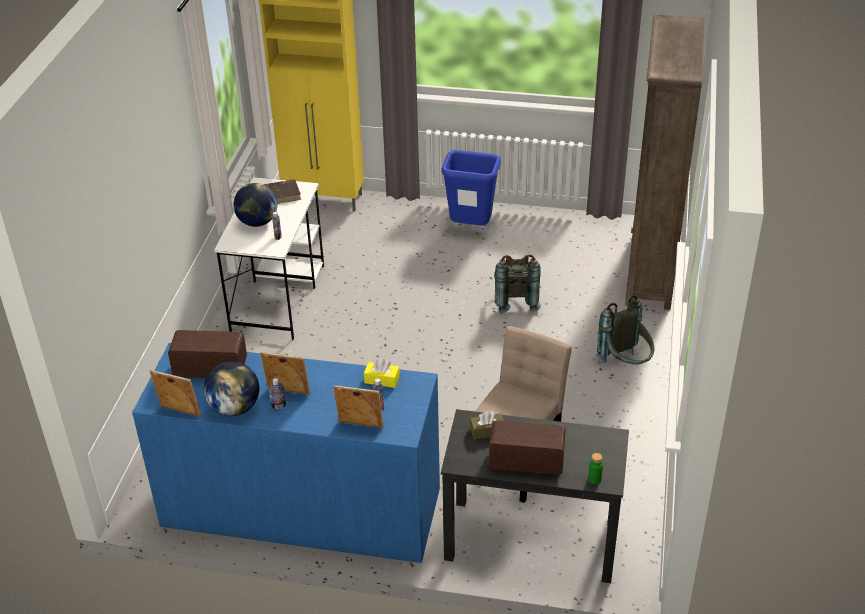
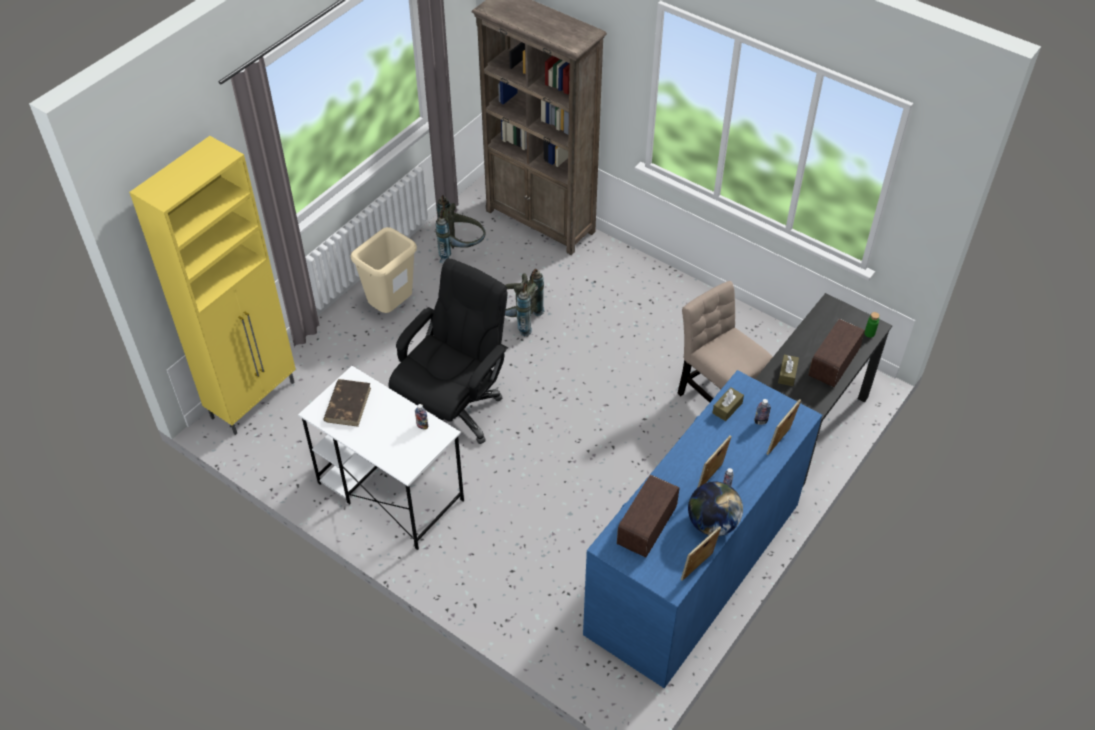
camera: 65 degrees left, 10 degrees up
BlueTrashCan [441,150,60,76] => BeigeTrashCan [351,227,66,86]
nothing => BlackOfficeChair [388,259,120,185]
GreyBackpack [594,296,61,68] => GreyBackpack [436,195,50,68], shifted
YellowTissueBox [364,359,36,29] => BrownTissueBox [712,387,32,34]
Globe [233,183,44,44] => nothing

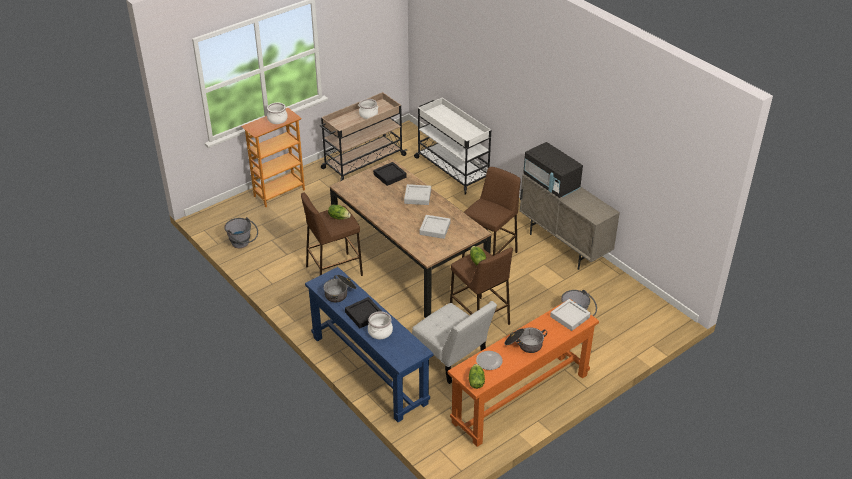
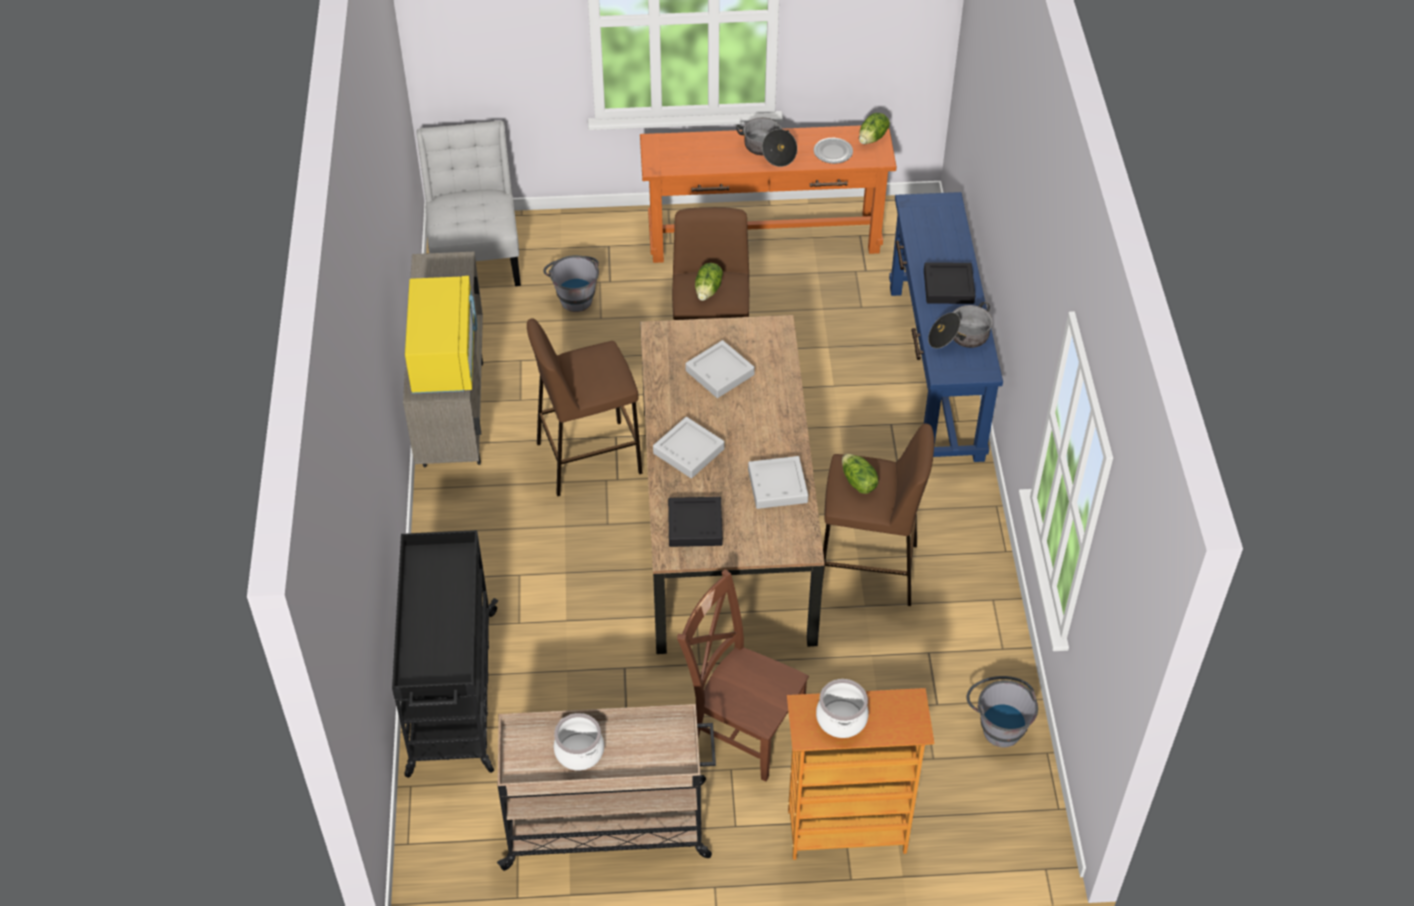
camera: 145 degrees left, 10 degrees up
WhiteCart [414,98,77,97] => BlackCart [392,530,106,248]
BlackMicrowave [523,142,60,56] => YellowMicrowave [405,276,72,118]
WhiteChair [412,301,85,83] => WhiteChair [417,121,104,165], shifted
nothing => BrownChair [677,569,132,212]
GreyTray [550,299,41,32] => GreyTray [748,456,60,53], shifted
CookingPot [368,311,25,28] => nothing

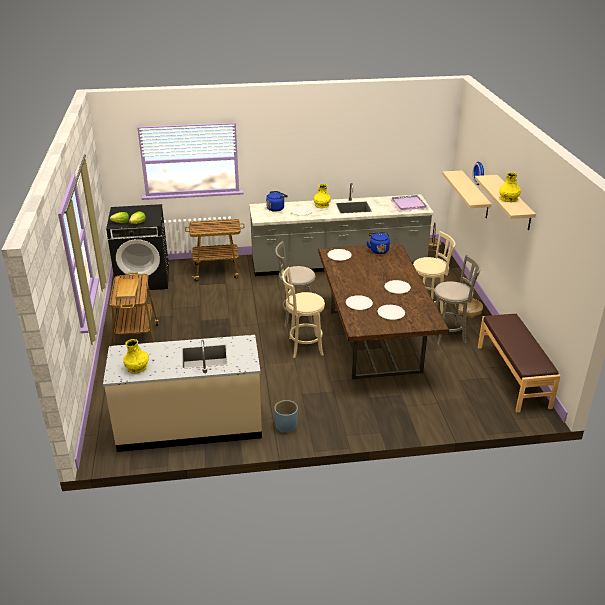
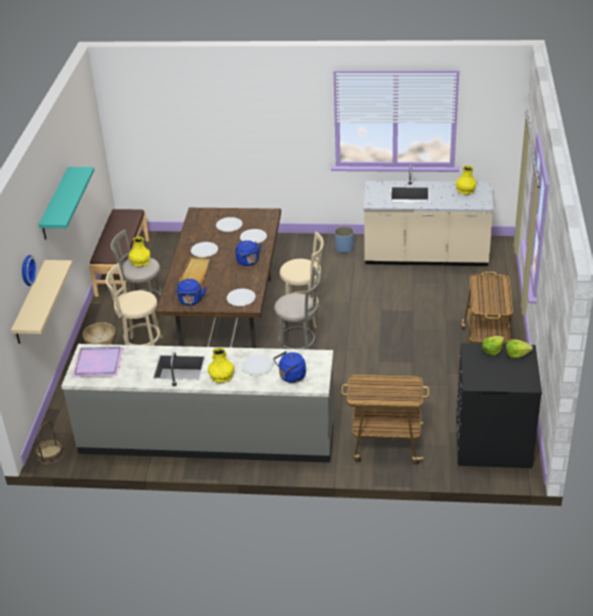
camera: 165 degrees left, 5 degrees up
BeigeShelf [475,175,61,55] => TurquoiseShelf [38,167,56,73]
YellowVase [499,172,22,30] => YellowVase [129,236,21,31], shifted
BeigeTray [115,277,25,22] => BeigeTray [179,257,31,27], shifted
nothing => BlueKettle [235,240,26,26]

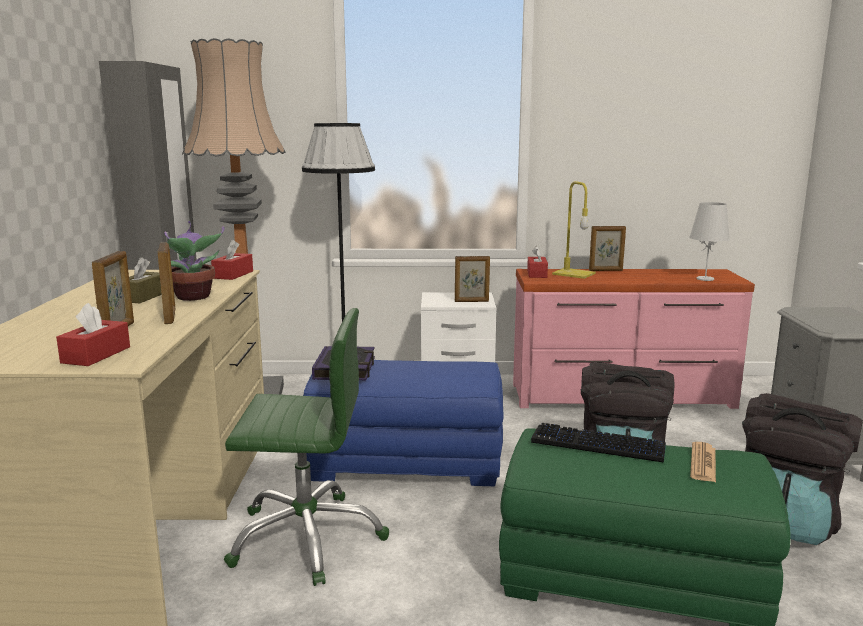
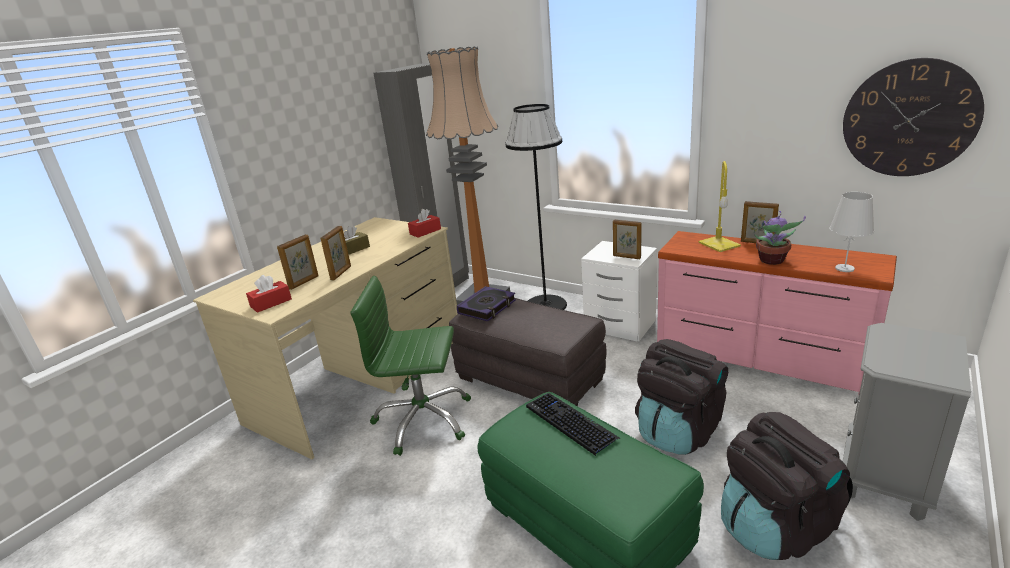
camera: 35 degrees right, 10 degrees up
GreenOfficeChair [224,308,165,278] => GreenOfficeChair [350,276,121,180], 150 degrees clockwise
BlueOttoman [303,360,201,126] => GreyOttoman [449,298,158,108]
PottedPlant [164,221,60,80] => PottedPlant [754,211,52,54], shifted
nothing => WallClock [843,58,141,118]
RedTissueBox [527,246,21,32] => nothing
Newspaper [690,442,26,40] => nothing

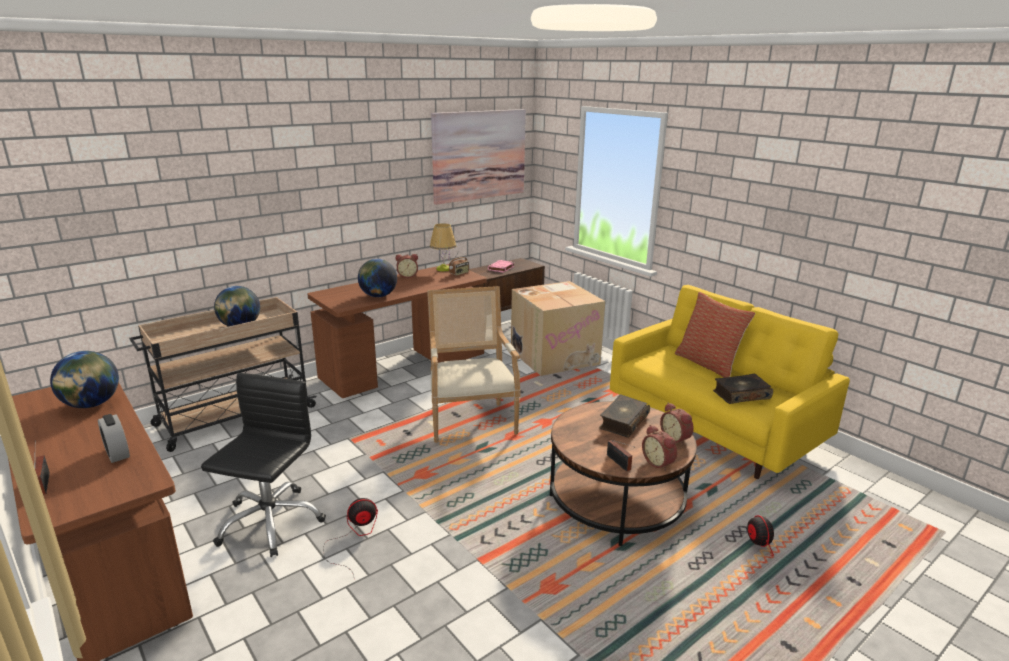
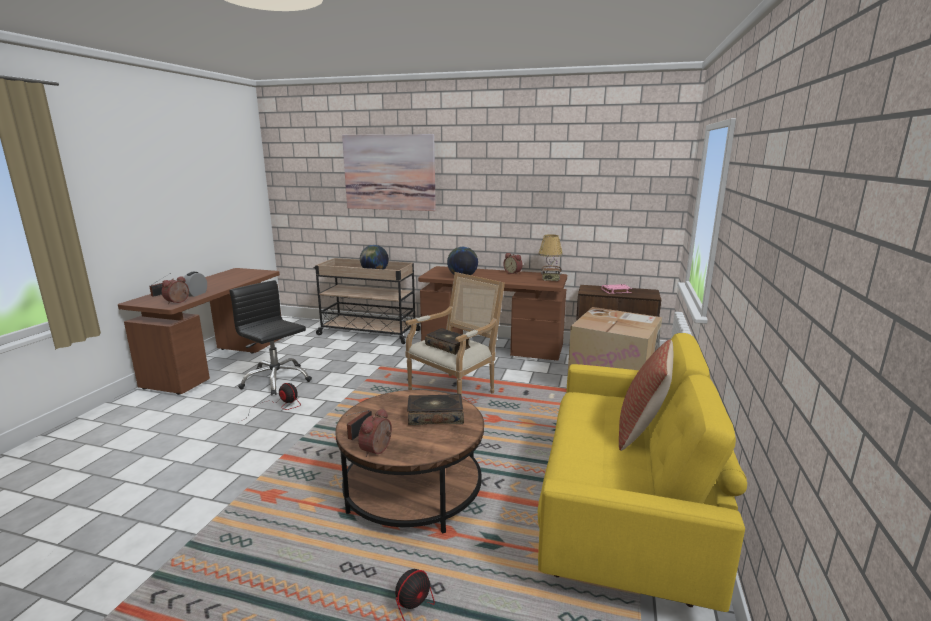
camera: 55 degrees right, 5 degrees down
AlarmClock [660,403,34,43] => AlarmClock [162,276,27,28], shifted
BlackOfficeChair [201,373,125,184] => BlackOfficeChair [229,280,83,115], 120 degrees counterclockwise
Picture [431,109,95,96] => Picture [342,134,94,77], shifted
Book [713,374,60,30] => Book [425,328,45,27], shifted
Globe [50,351,69,57] => nothing

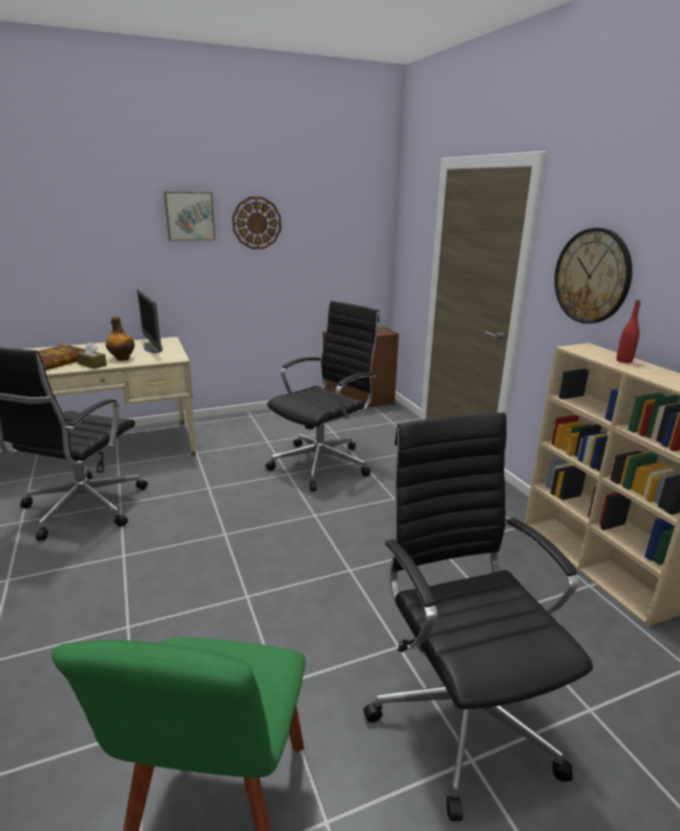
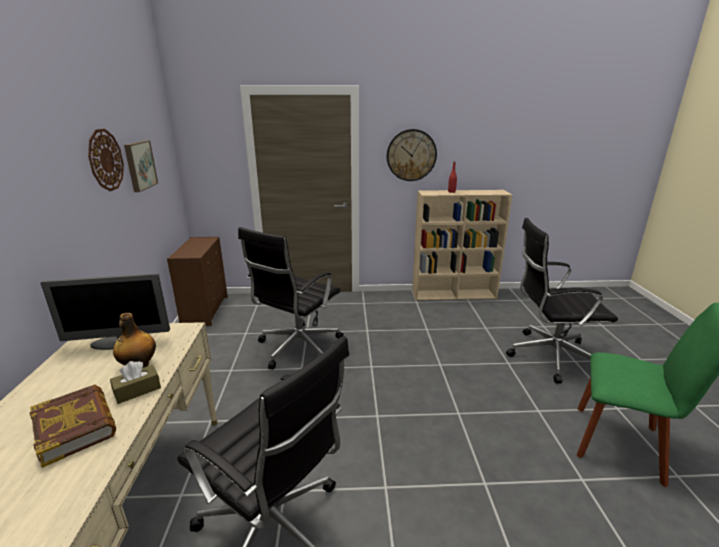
camera: 70 degrees left, 0 degrees up
Picture [164,192,51,49] => Picture [124,141,34,51], shifted
BlackOfficeChair [266,301,113,190] => BlackOfficeChair [238,227,106,142], 120 degrees counterclockwise

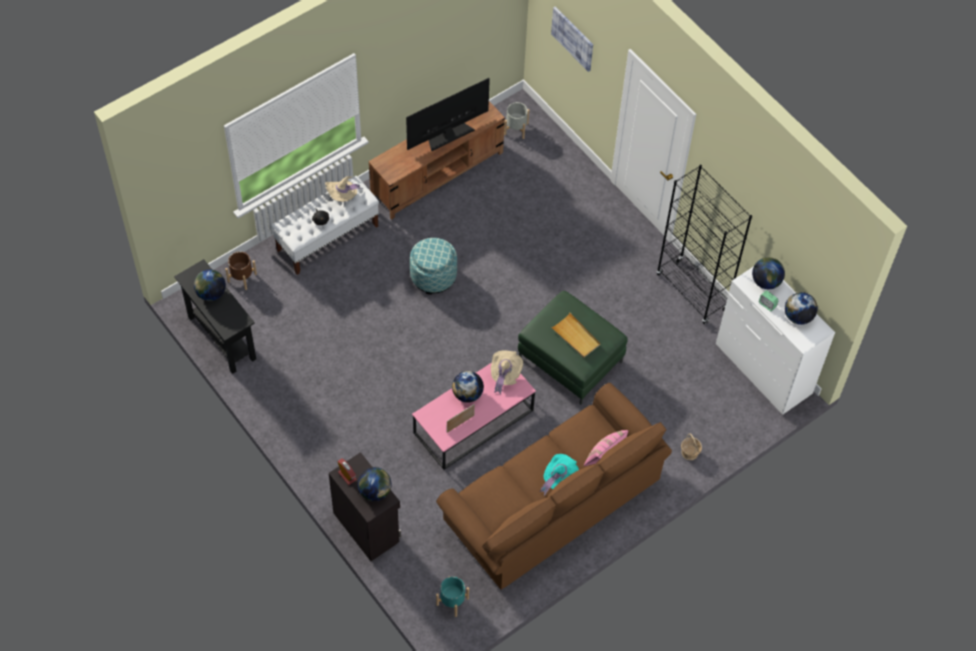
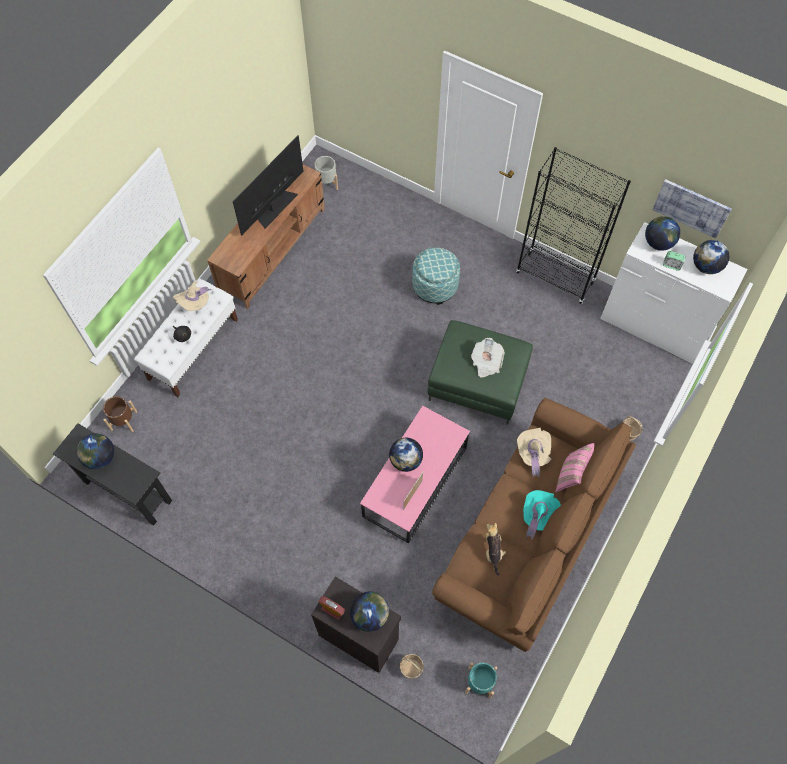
camera: 20 degrees left, 5 degrees up
nothing => Basket [400,654,24,25]
Ottoman [410,238,47,57] => Ottoman [412,248,48,57], shifted
BeigeTray [551,313,49,45] => Newspaper [471,338,34,40]
nothing => PlushToy [485,523,21,53]
BeigeHat [491,350,32,45] => BeigeHat [517,428,34,49], shifted
Picture [551,7,42,65] => Picture [652,179,80,60], shifted

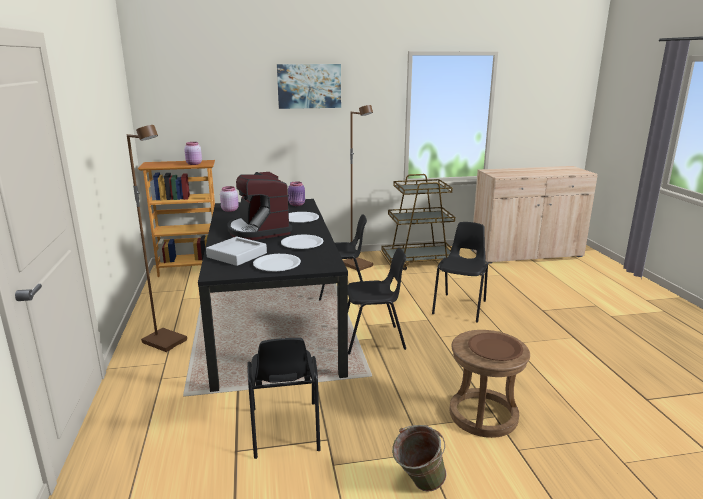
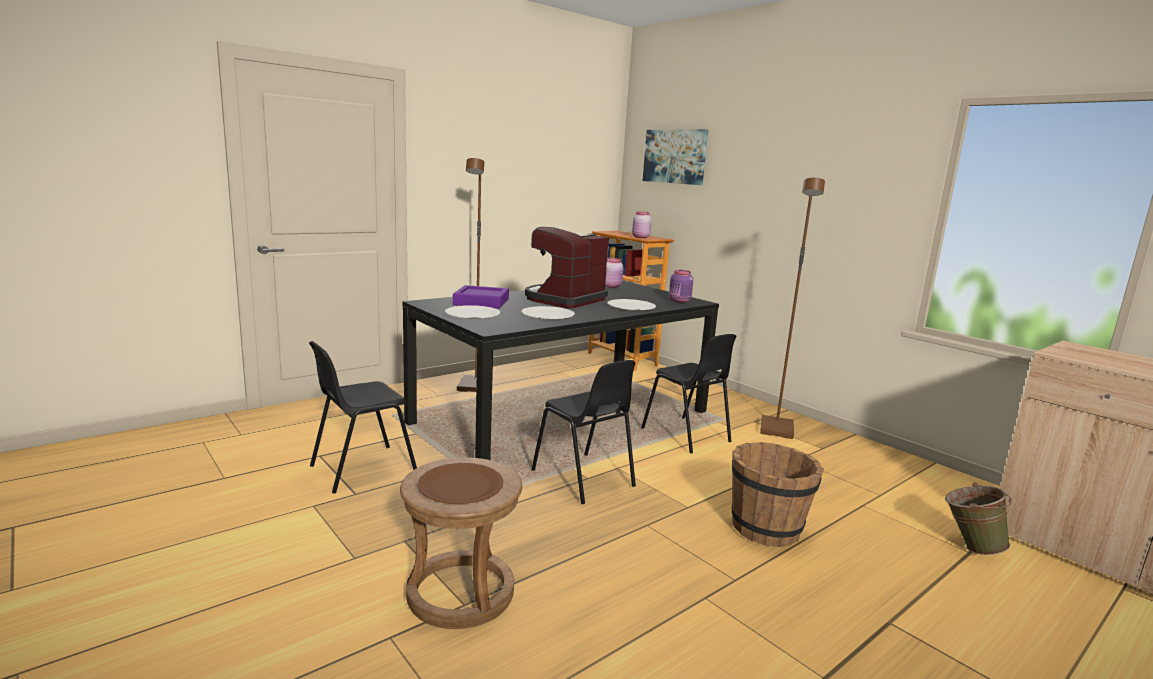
camera: 60 degrees right, 5 degrees down
GreyTray [206,236,61,30] => PurpleTray [453,285,56,23]
Picture [277,64,64,45] => Picture [643,129,65,56], shifted
BlackChair [432,222,56,101] => BrownBucket [732,442,92,105]
GreenBucket [392,425,54,67] => GreenBucket [945,482,67,73], shifted
BrownCart [381,174,74,96] => nothing

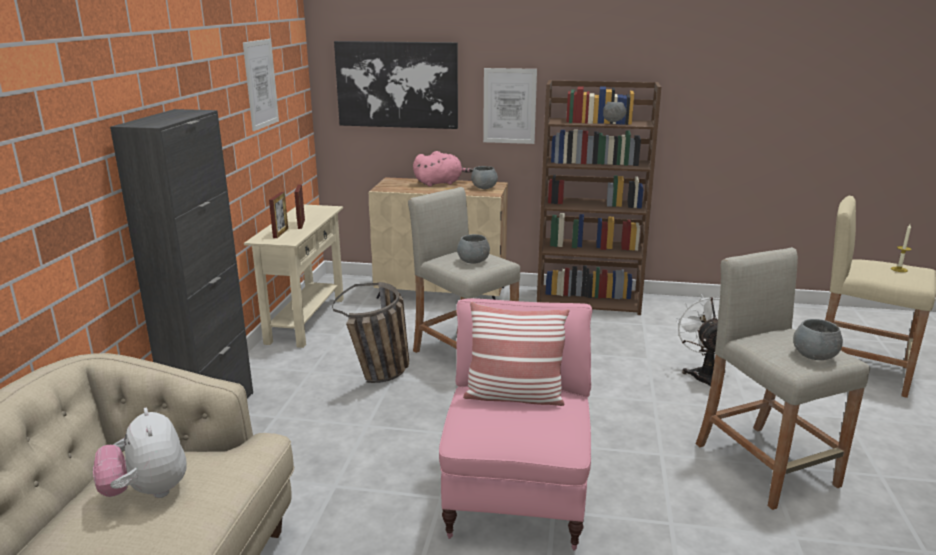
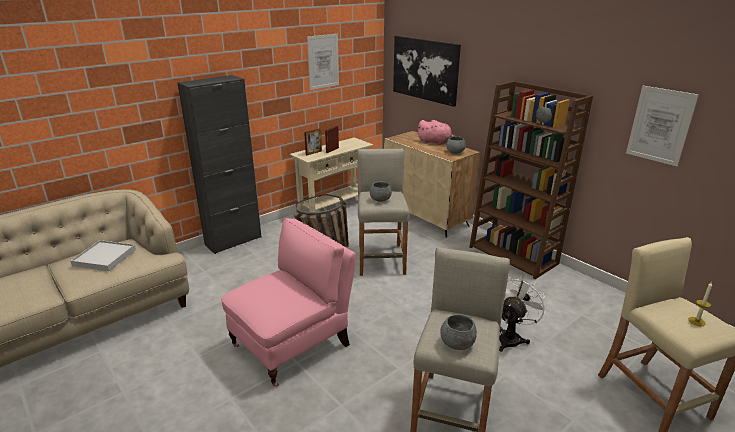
camera: 40 degrees right, 5 degrees up
PlushToy [93,408,94,90] => WhiteTray [70,240,66,31]
Picture [483,68,54,76] => Picture [626,86,73,80], shifted
Pillow [463,302,107,104] => nothing

